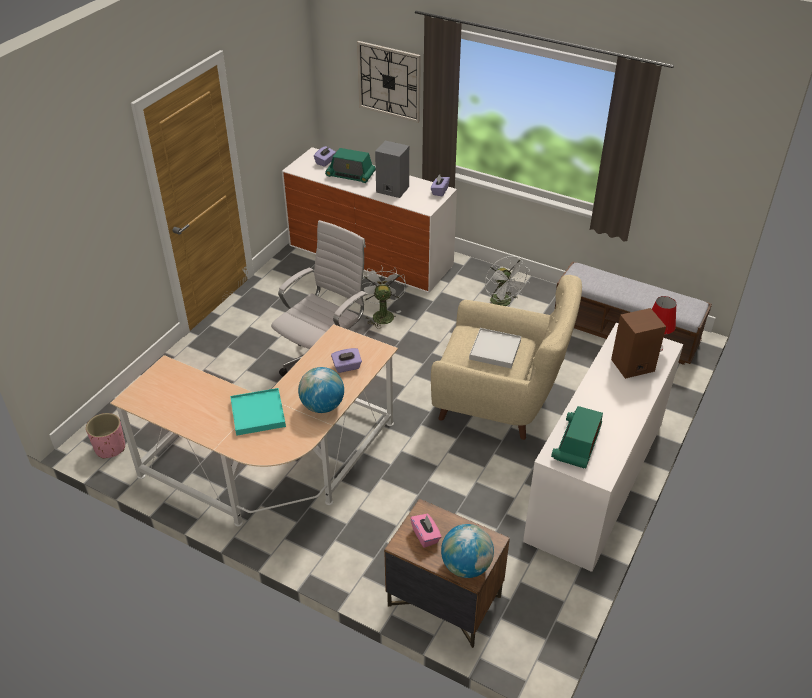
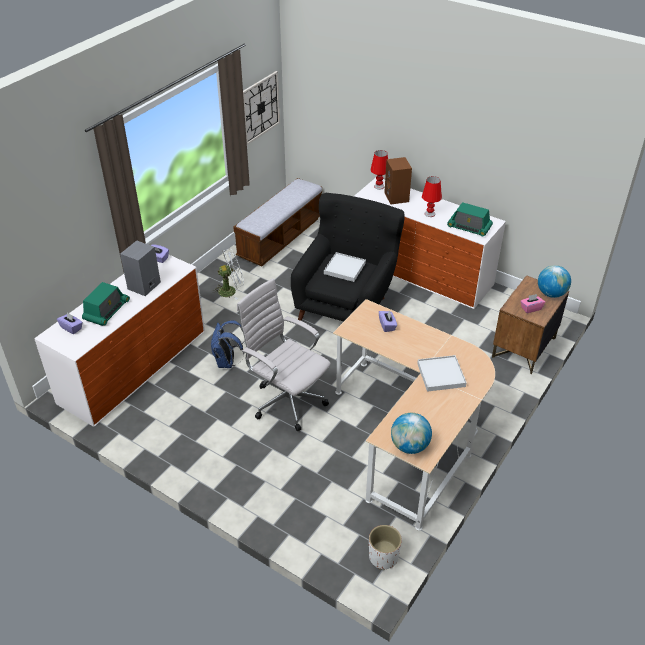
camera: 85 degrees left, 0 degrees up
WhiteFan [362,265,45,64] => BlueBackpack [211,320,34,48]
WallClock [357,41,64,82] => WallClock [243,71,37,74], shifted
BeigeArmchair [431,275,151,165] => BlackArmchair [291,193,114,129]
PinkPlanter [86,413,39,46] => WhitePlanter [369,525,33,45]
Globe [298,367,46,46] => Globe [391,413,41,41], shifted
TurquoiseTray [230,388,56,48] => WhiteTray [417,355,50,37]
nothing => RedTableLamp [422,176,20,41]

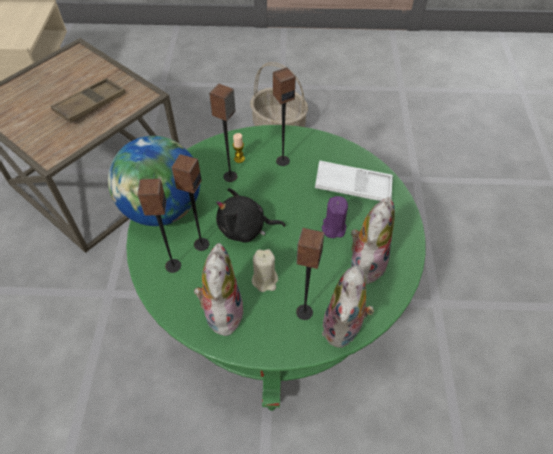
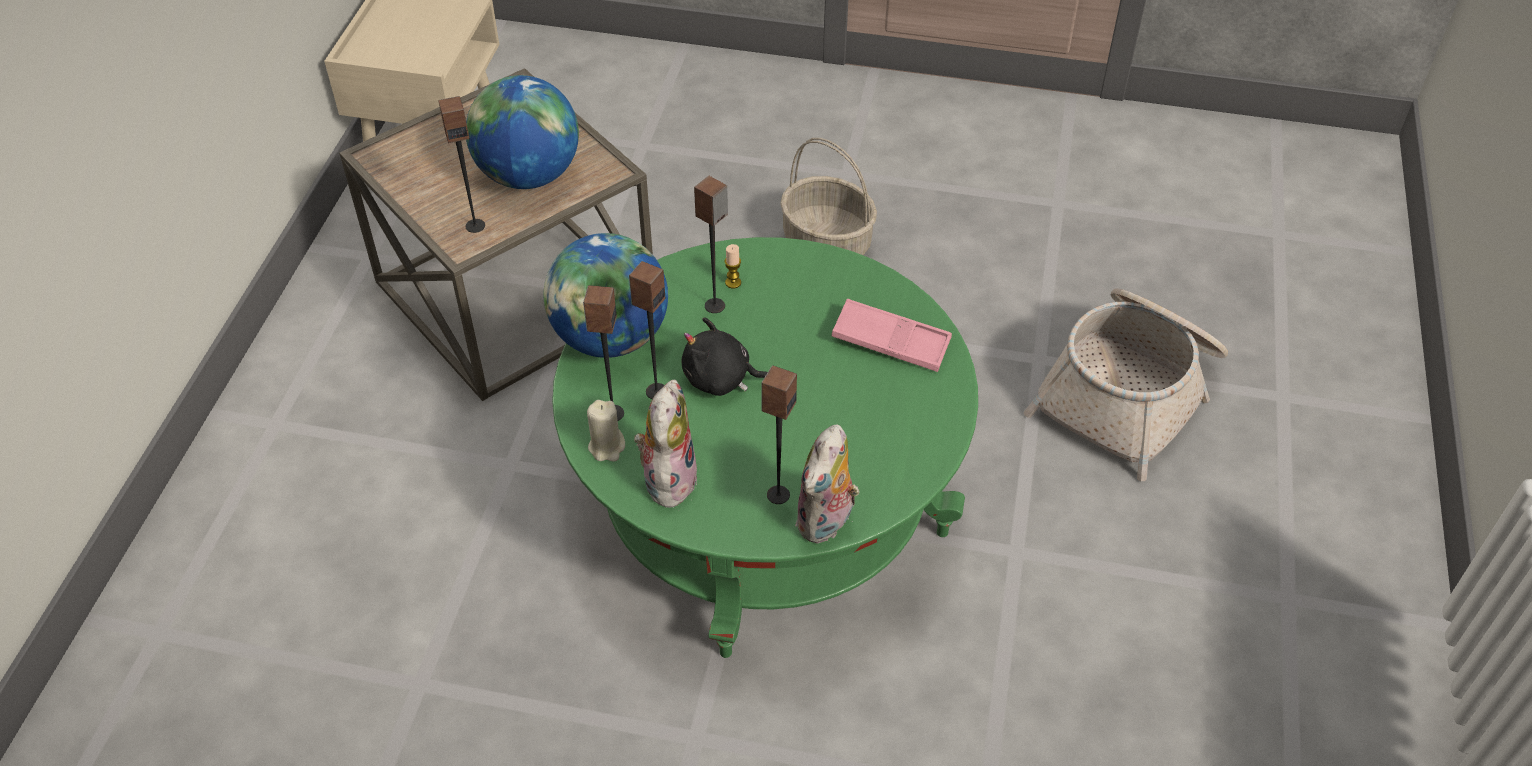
camera: 10 degrees right, 5 degrees down
Speaker [273,67,23,99] => Speaker [439,96,46,137], shifted
BrownTray [51,78,75,45] => Globe [466,75,113,114]
BeigeCandle [252,249,26,43] => BeigeCandle [587,400,38,62], shifted
WhiteTray [315,161,78,40] => PinkTray [832,299,120,73]
nothing => Basket [1024,288,204,193]
PurpleCandle [322,196,26,42] => nothing
PlushToy [351,197,44,88] => nothing

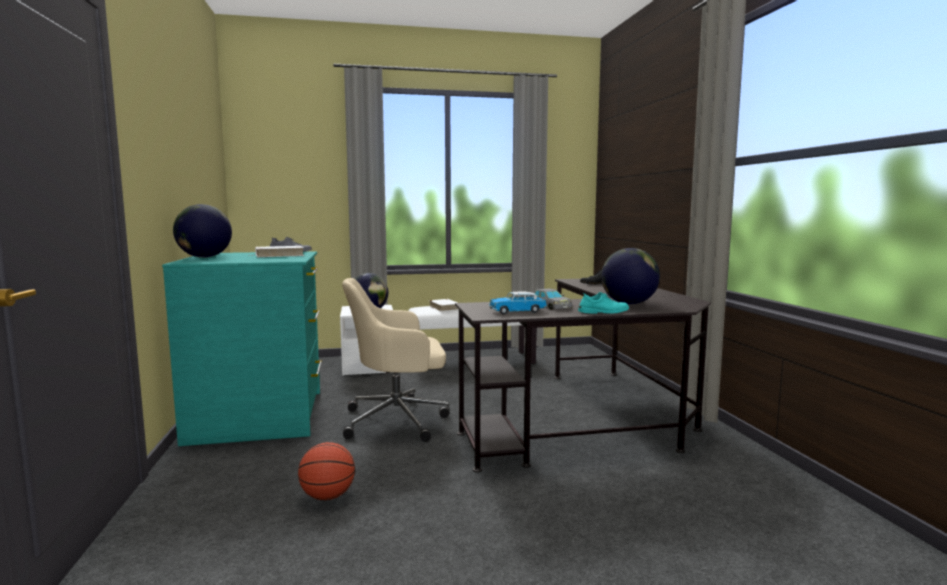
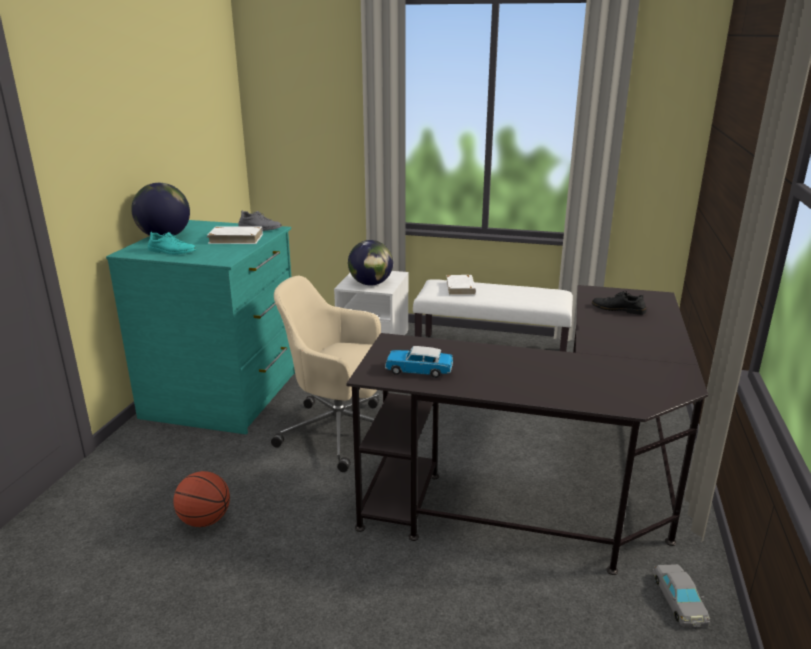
camera: 25 degrees right, 15 degrees up
TurquoiseShoe [578,292,51,22] => TurquoiseShoe [148,232,48,23], shifted
GreyToyCar [527,289,46,21] => GreyToyCar [653,564,58,64], shifted
Globe [601,248,59,57] => nothing

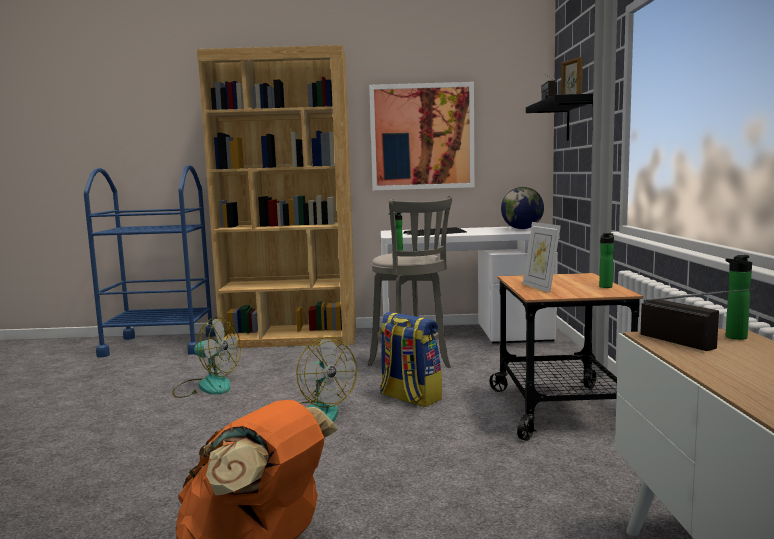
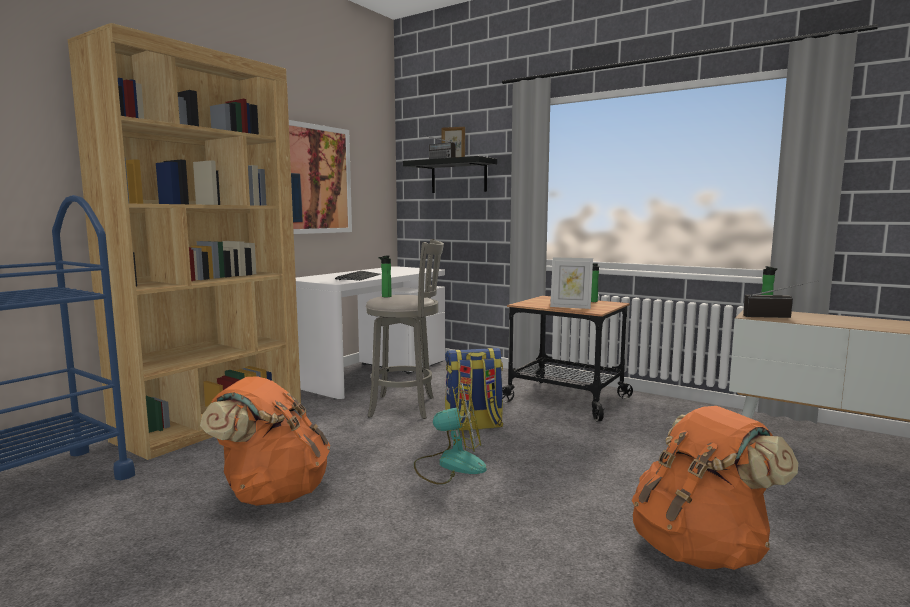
camera: 55 degrees left, 0 degrees up
Fan [172,317,69,81] => OrangeBackpack [200,376,130,130]
Globe [501,187,43,42] => nothing

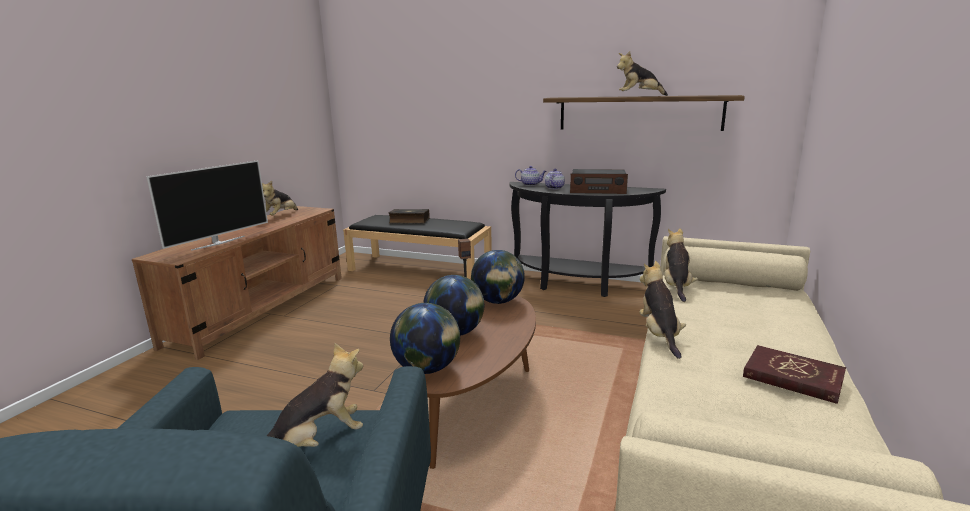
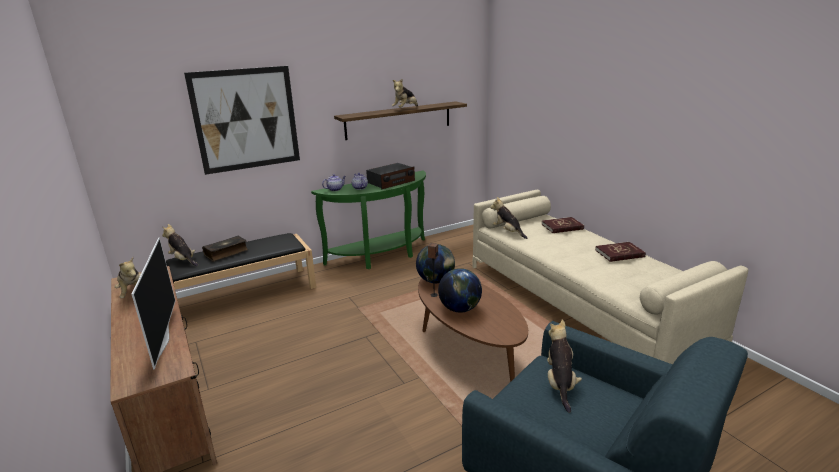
camera: 50 degrees left, 5 degrees up
PlushToy [639,261,47,98] => PlushToy [162,224,36,42], shifted
nothing => Picture [184,66,116,109]
BlackConsoleTable [510,182,156,115] => GreenConsoleTable [311,171,115,98]
nothing => RedBook [541,217,43,16]
Globe [390,303,70,71] => nothing

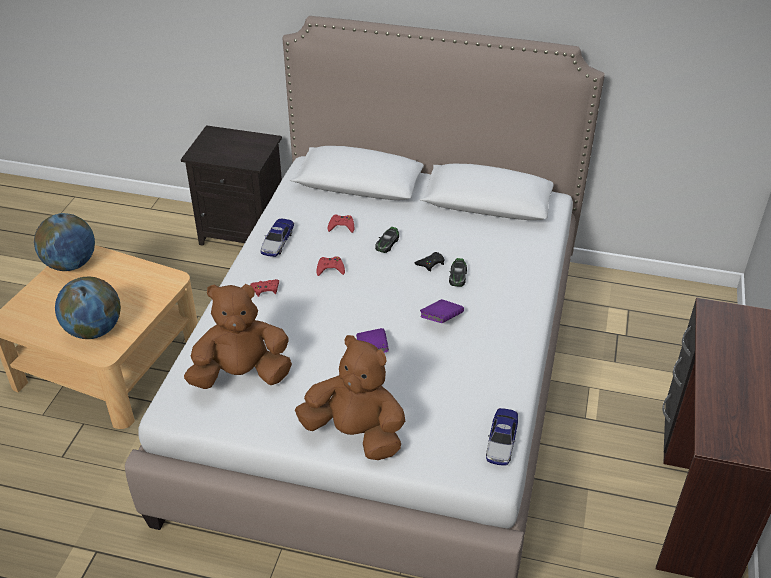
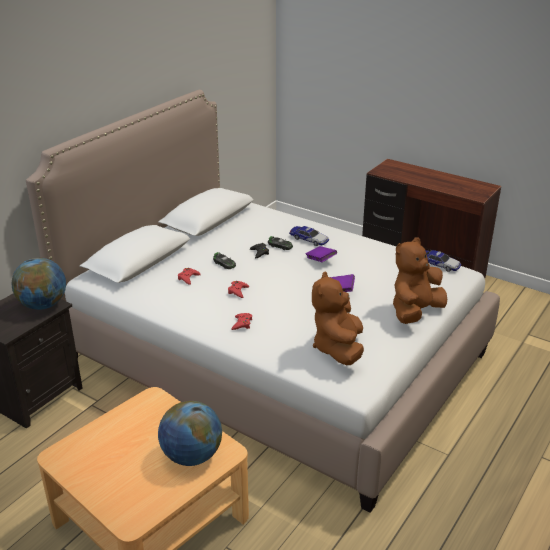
camera: 70 degrees left, 10 degrees down
Globe [34,213,61,58] => Globe [11,258,55,52], shifted
ToyCar [260,219,34,38] => ToyCar [289,226,40,20], shifted

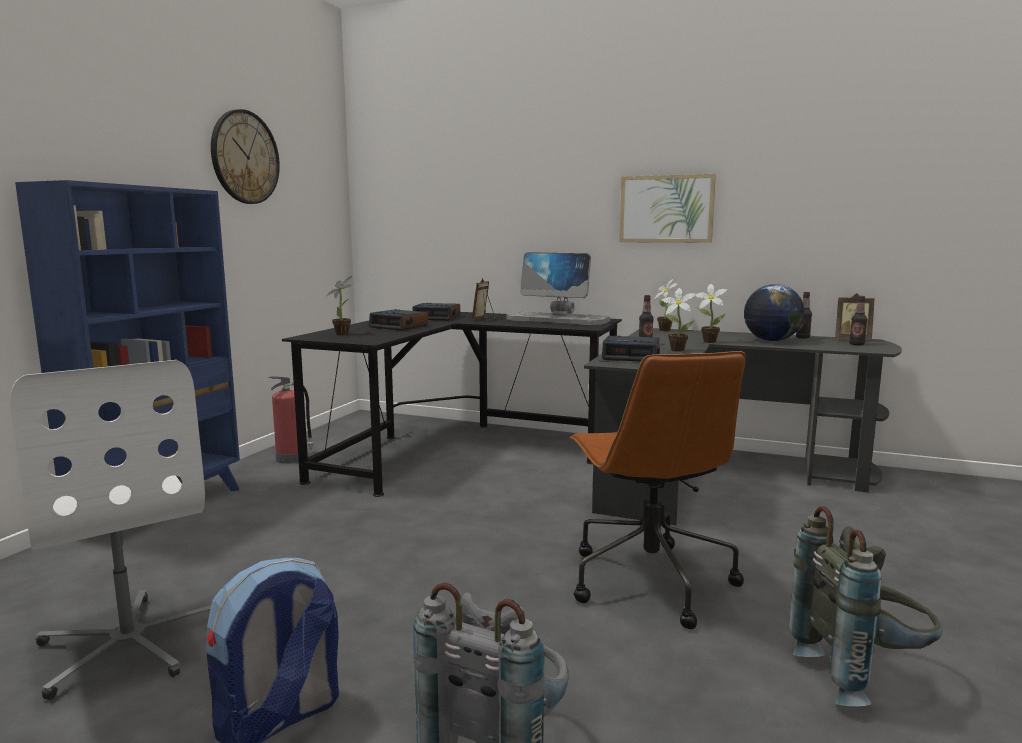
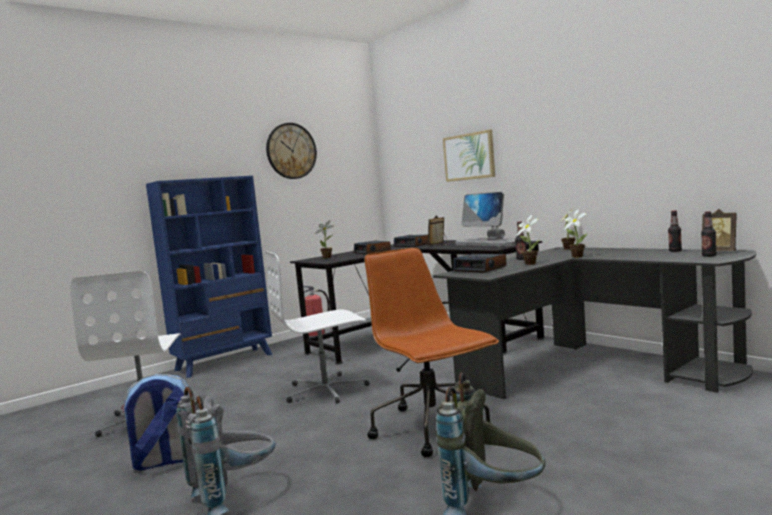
camera: 30 degrees right, 5 degrees down
nothing => WhiteOfficeChair [265,251,105,152]
BrownOfficeChair [570,351,176,278] => BrownOfficeChair [364,248,135,209], 135 degrees clockwise
Picture [619,174,97,69] => Picture [443,130,52,52], shifted
Globe [744,284,61,57] => nothing

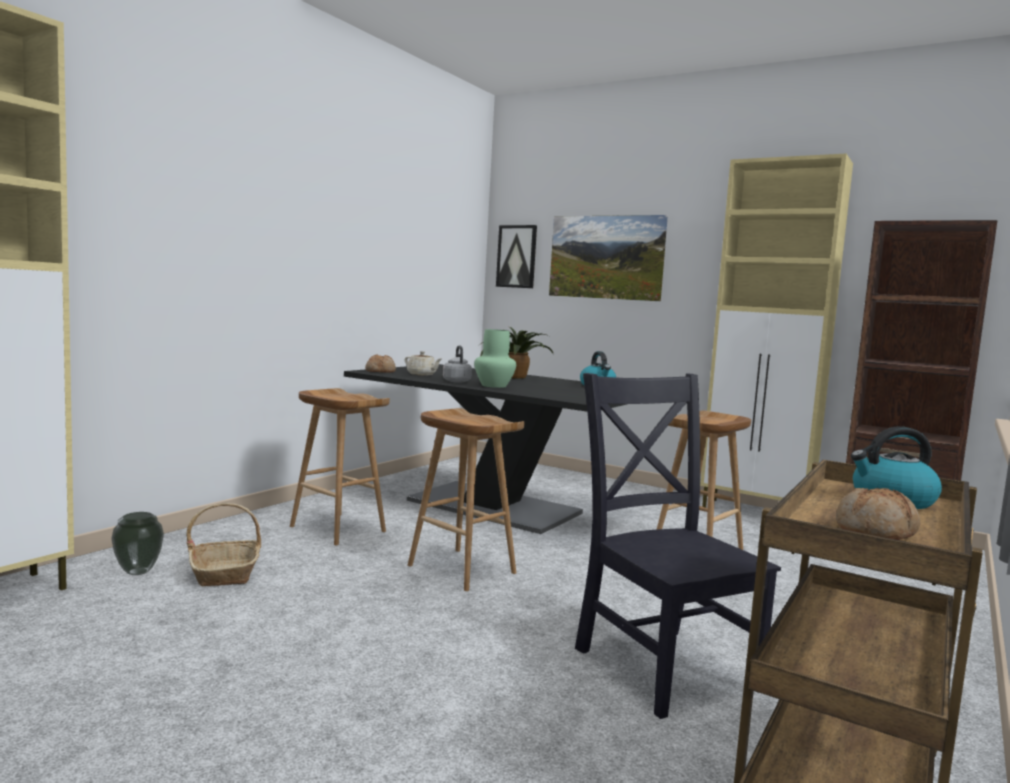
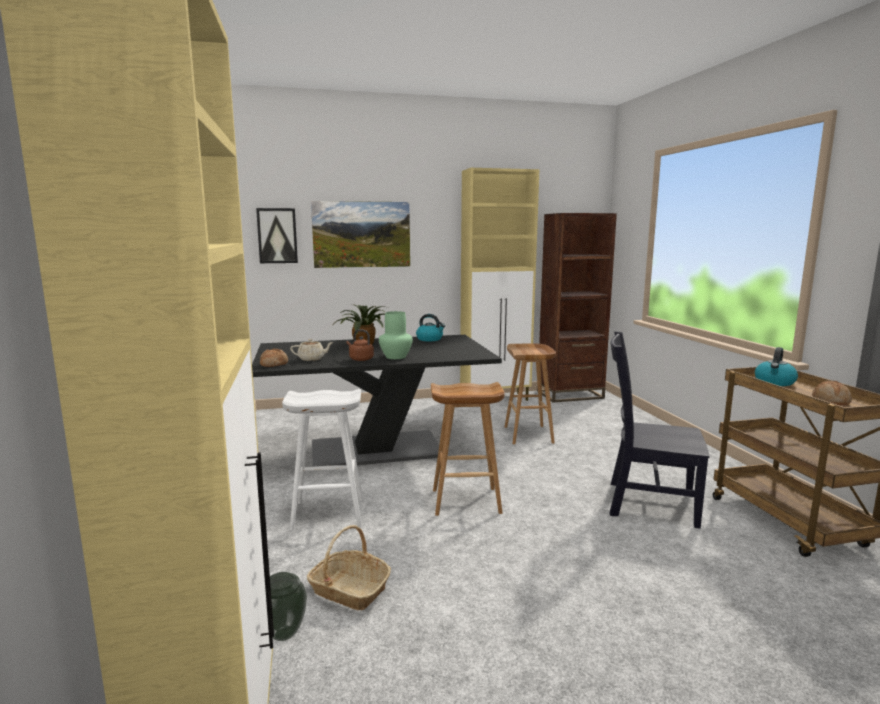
camera: 45 degrees left, 5 degrees up
BrownStool [290,388,100,157] => WhiteStool [282,389,81,142]
GreyKettle [443,345,29,38] => BrownKettle [346,329,28,32]

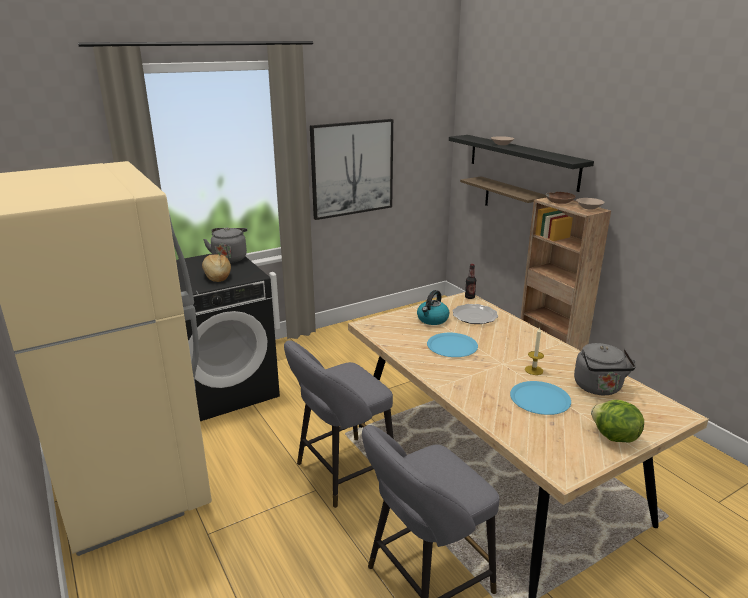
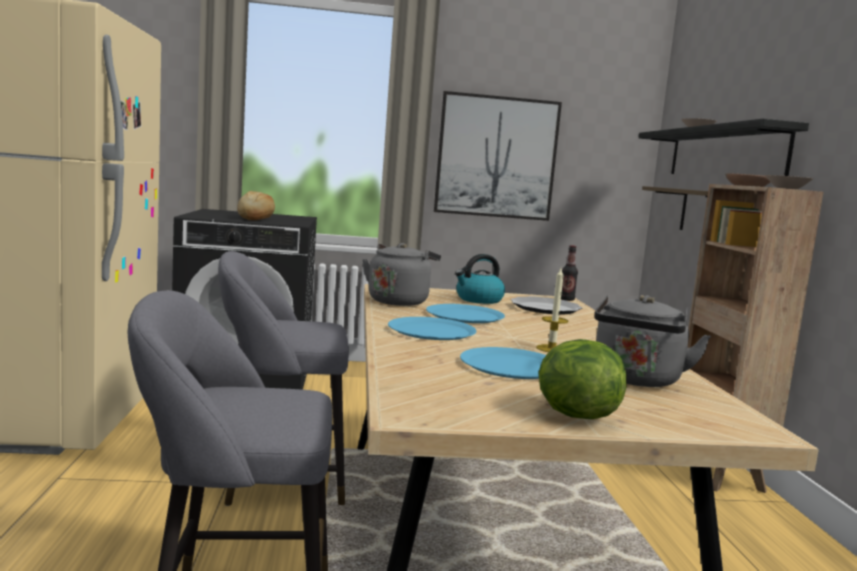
camera: 25 degrees right, 15 degrees down
GreyKettle [203,227,44,36] => GreyKettle [362,243,79,63], shifted
nothing => BluePlate [388,317,88,23]

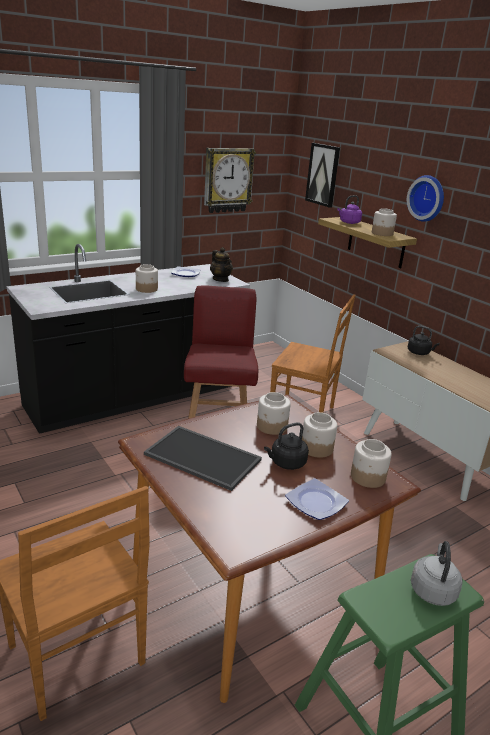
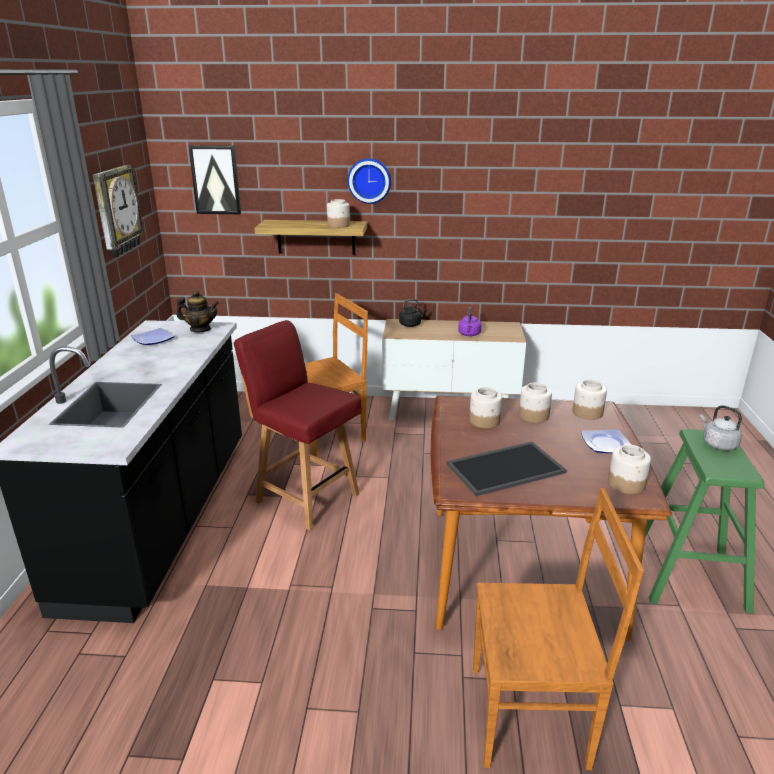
camera: 50 degrees left, 0 degrees up
PurpleKettle [337,195,25,29] => PurpleKettle [458,306,24,30], shifted
Jar [136,264,22,29] => Jar [608,445,43,49], shifted
BlackKettle [264,422,45,48] => nothing

